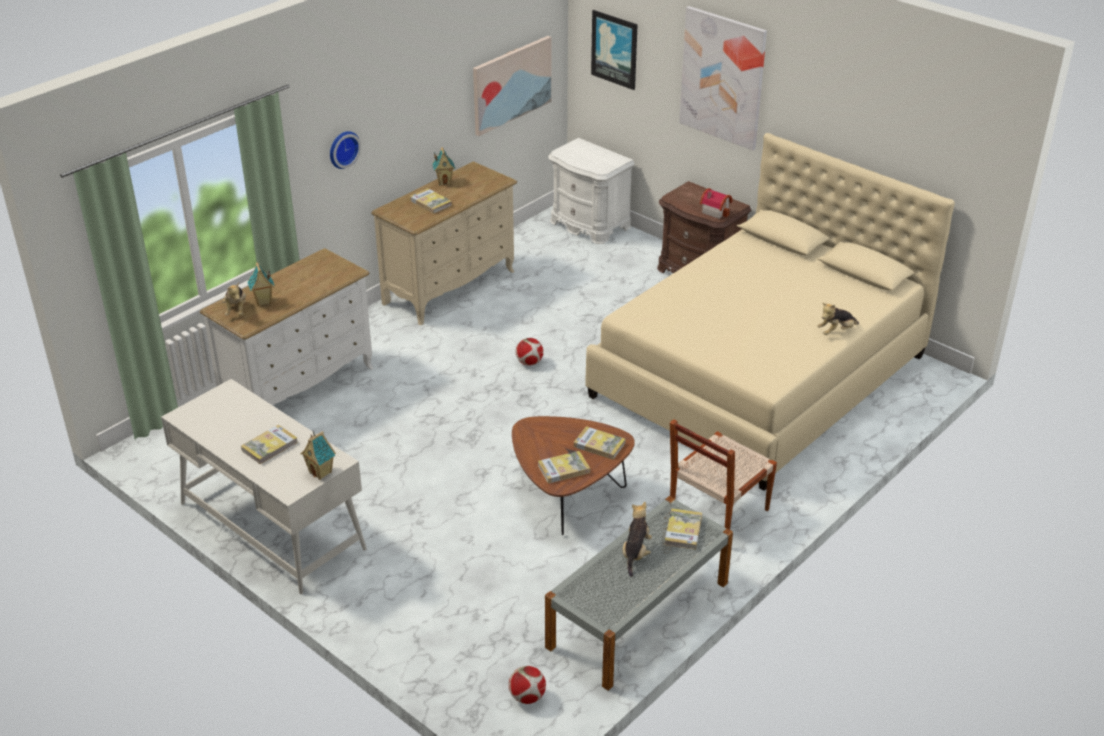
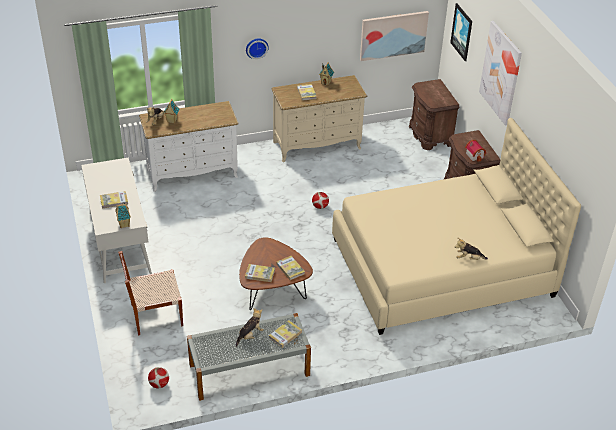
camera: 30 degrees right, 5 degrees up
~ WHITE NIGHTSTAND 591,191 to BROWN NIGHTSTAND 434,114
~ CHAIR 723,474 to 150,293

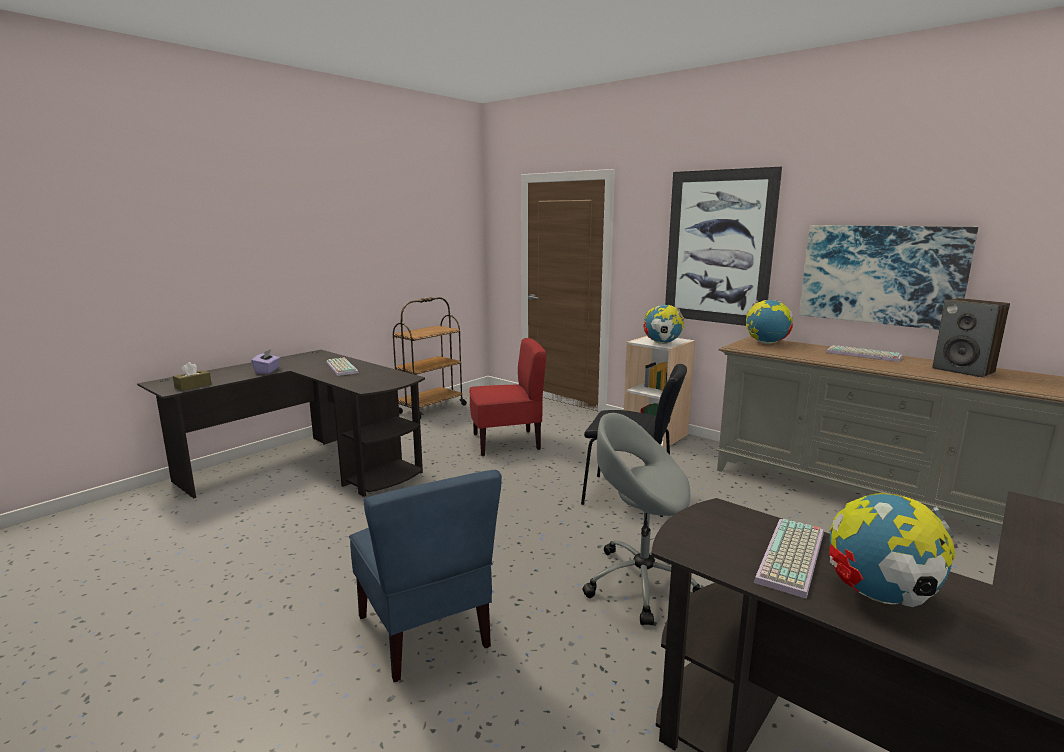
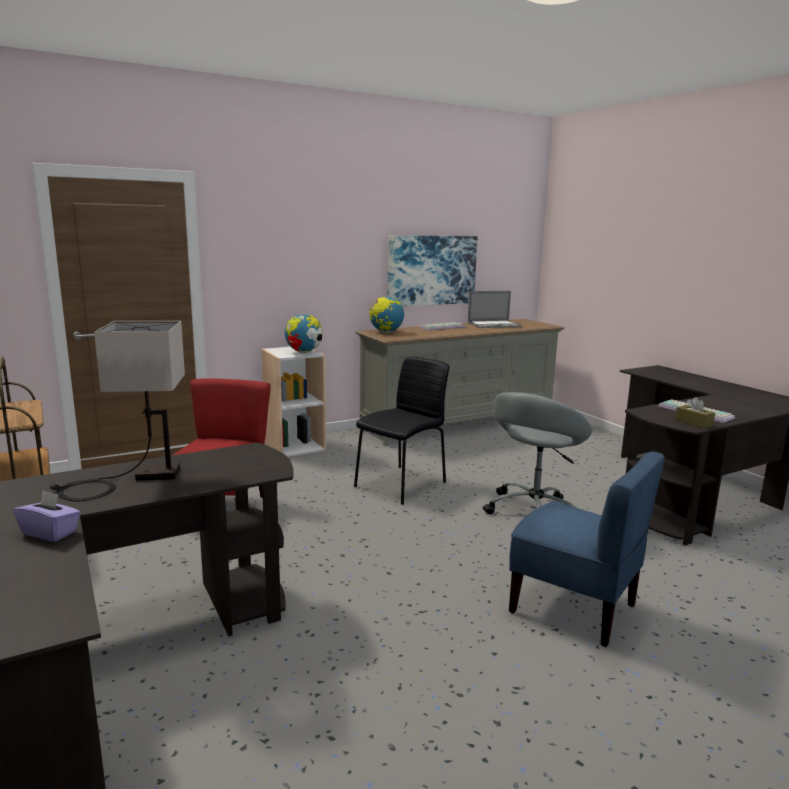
camera: 70 degrees left, 0 degrees up
~ BROWN TISSUE BOX 192,376 to 695,412
~ KEYBOARD 342,367 to TABLE LAMP 117,411
~ BLUE CHAIR 425,576 = 587,549 45 degrees clockwise
- PICTURE 723,246
- GLOBE 893,550
~ SPEAKER 971,338 to LAPTOP 495,309

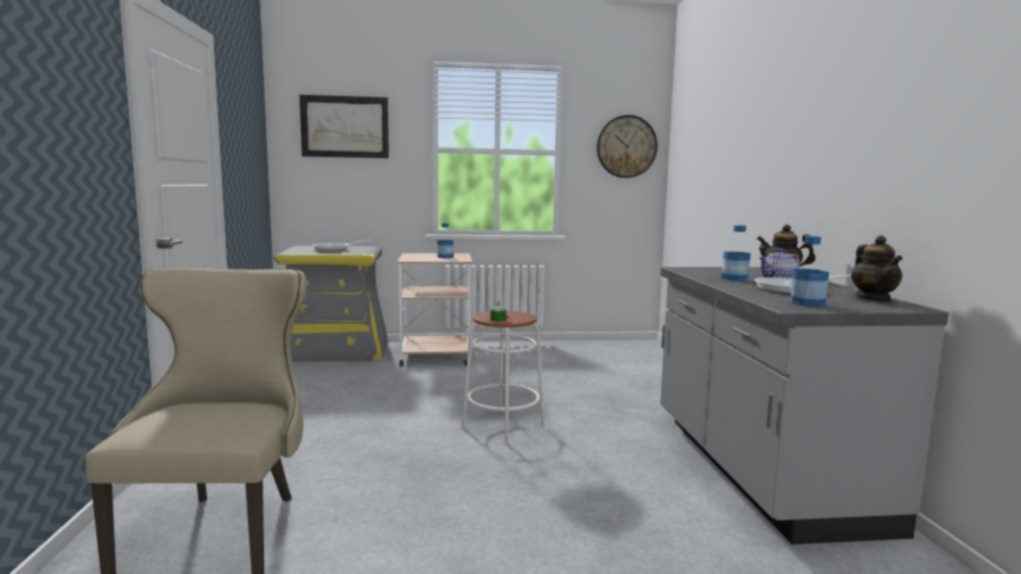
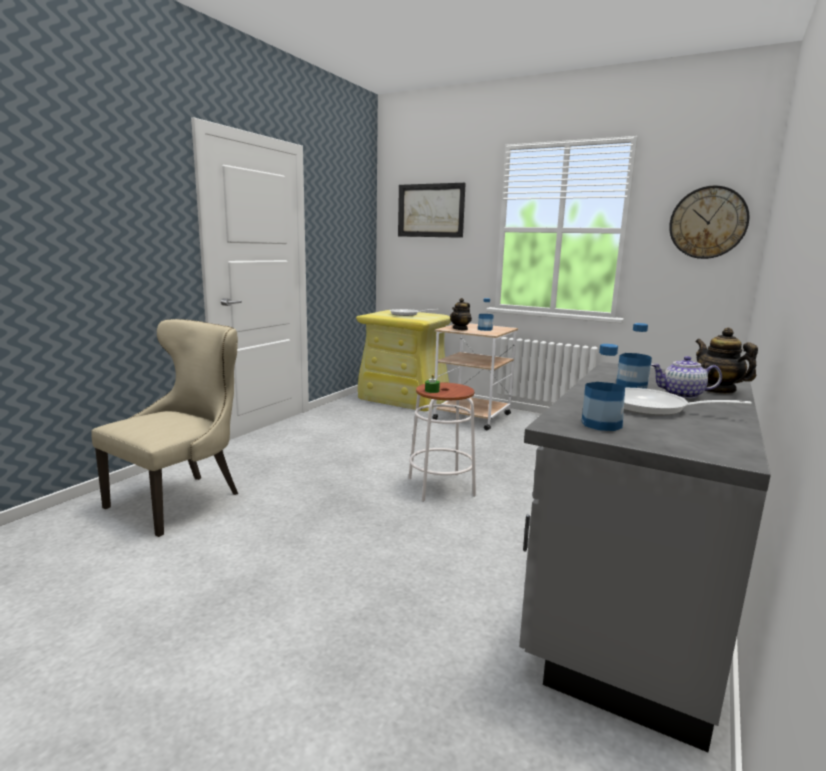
camera: 35 degrees right, 5 degrees up
~ GREY NIGHTSTAND 330,304 to YELLOW NIGHTSTAND 403,360
~ TEAPOT 876,268 to 461,314

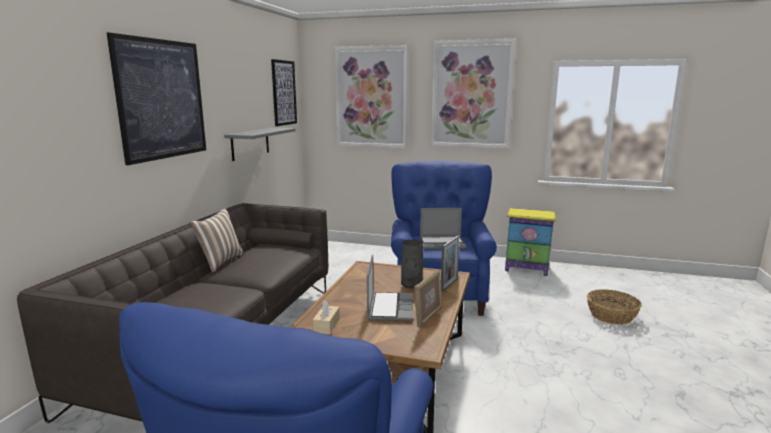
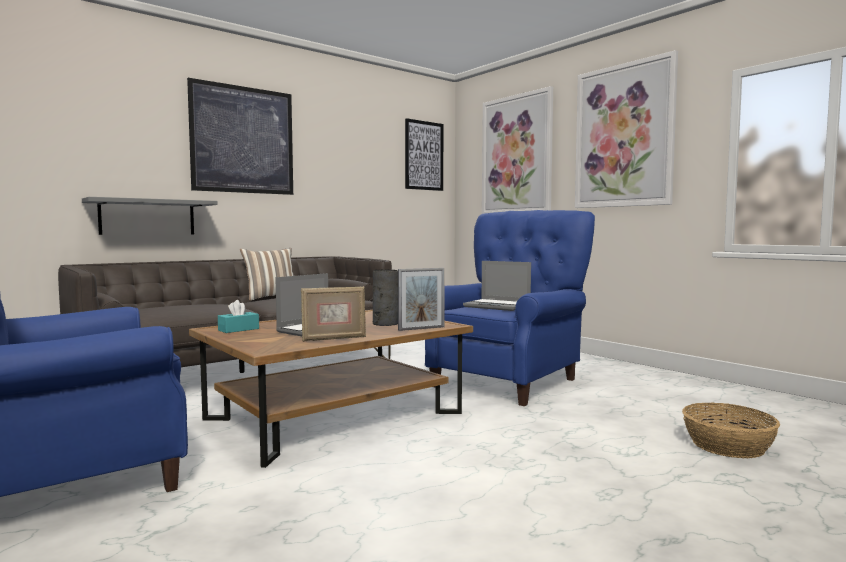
camera: 35 degrees right, 10 degrees down
~ GREY SHELF 260,144 to 150,216
~ BEIGE TISSUE BOX 326,317 to TURQUOISE TISSUE BOX 238,316
- NIGHTSTAND 530,242

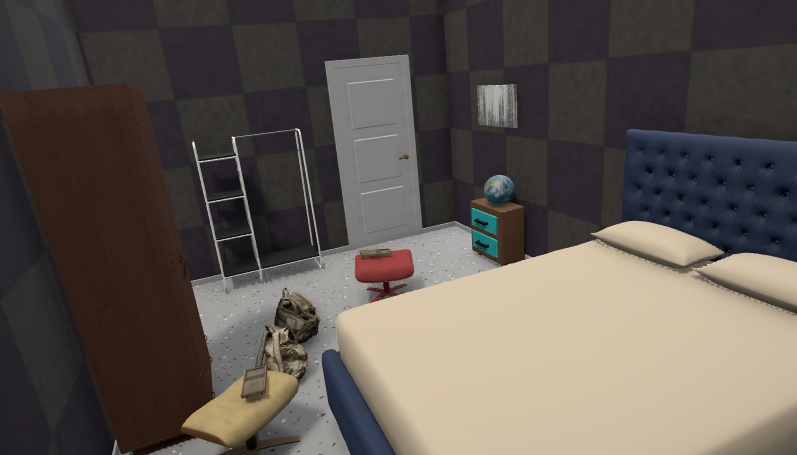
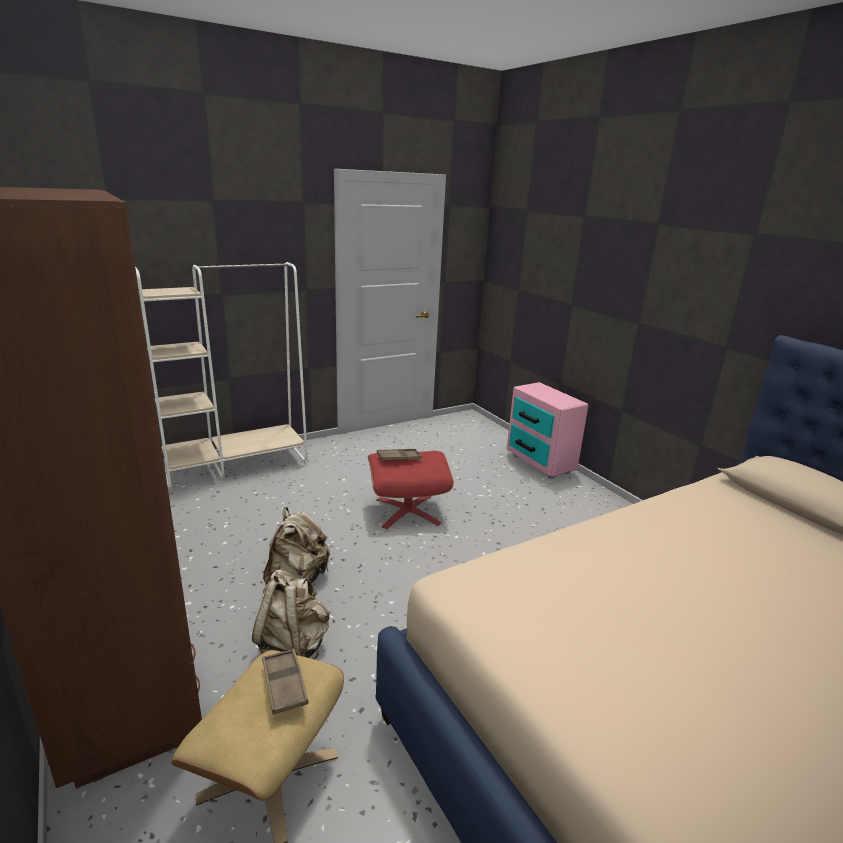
camera: 10 degrees left, 5 degrees up
~ BLACK CLOTHES RACK 257,210 to BEIGE CLOTHES RACK 221,375
~ BROWN NIGHTSTAND 497,232 to PINK NIGHTSTAND 547,430
- PICTURE 497,106
- GLOBE 499,190

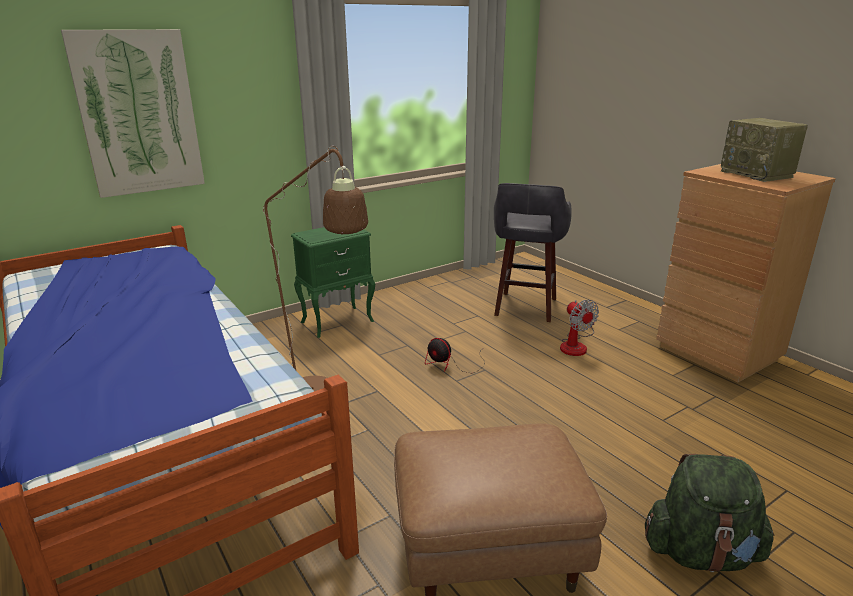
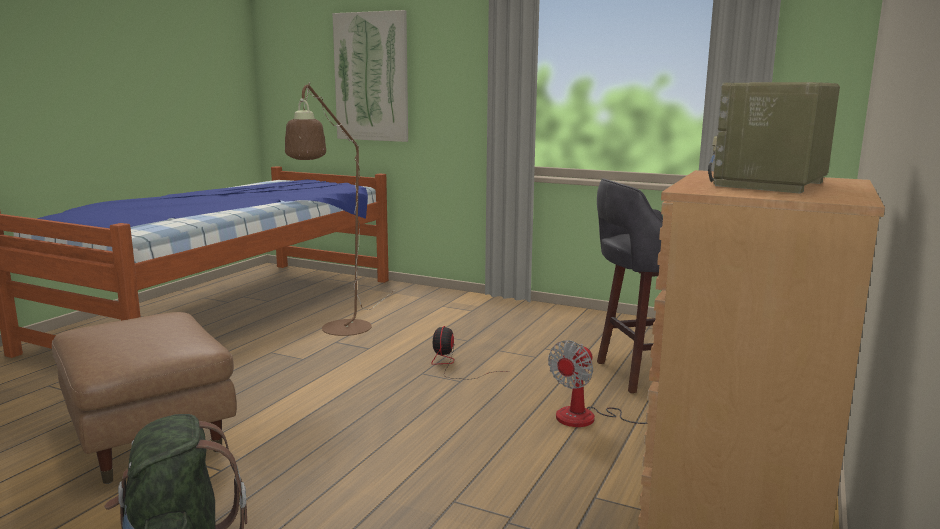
camera: 60 degrees right, 10 degrees down
- GREEN NIGHTSTAND 333,282

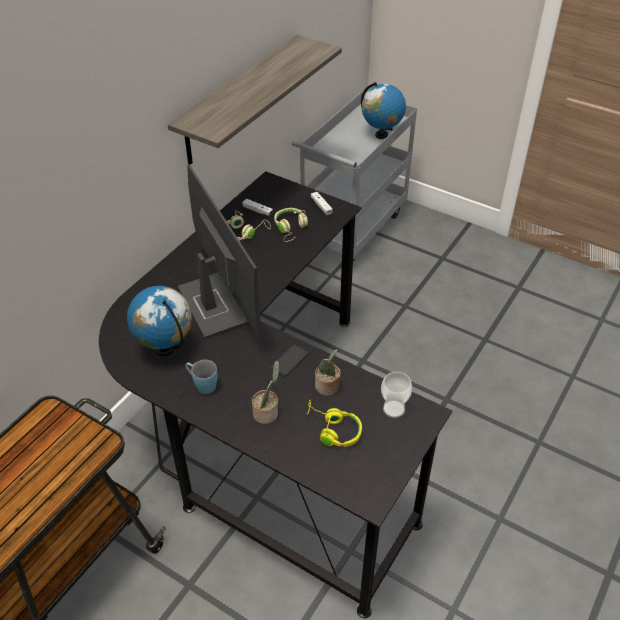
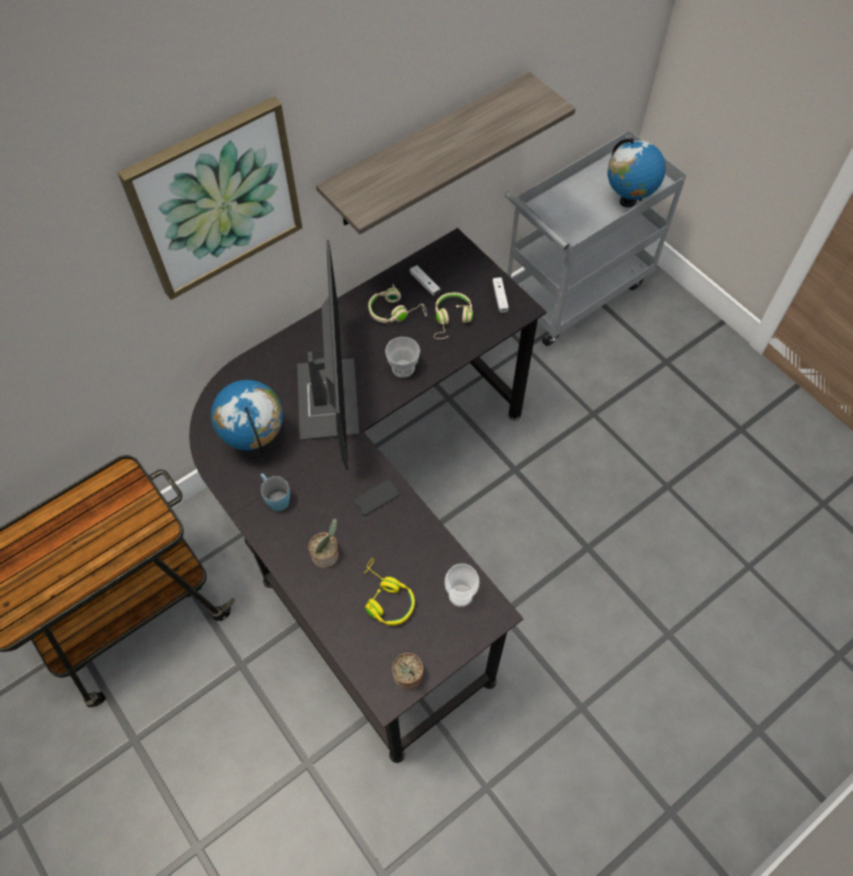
camera: 20 degrees right, 15 degrees up
~ POTTED PLANT 328,372 to 407,671
+ PICTURE 210,198
+ CUP 402,357

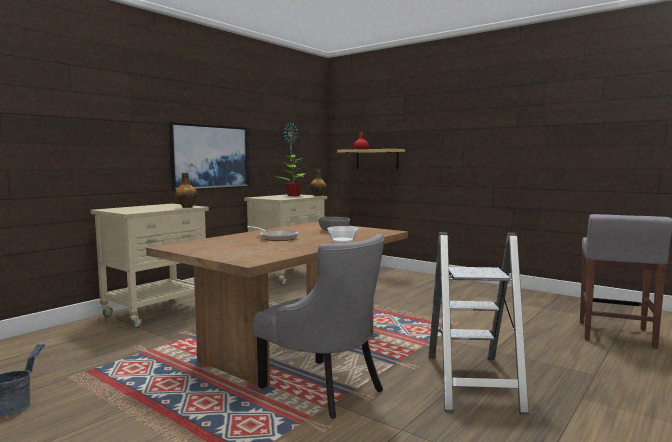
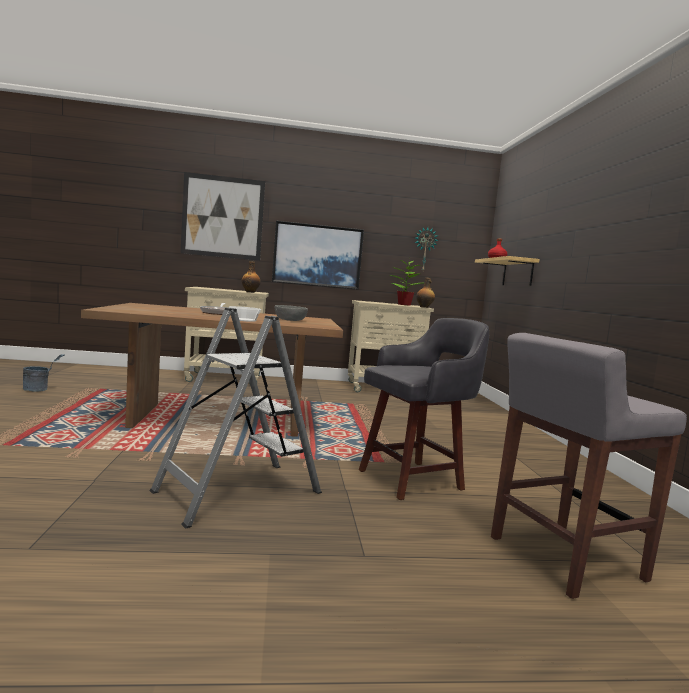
camera: 45 degrees right, 0 degrees up
- GREY CHAIR 318,326
+ PICTURE 222,216
+ GREY STOOL 424,409

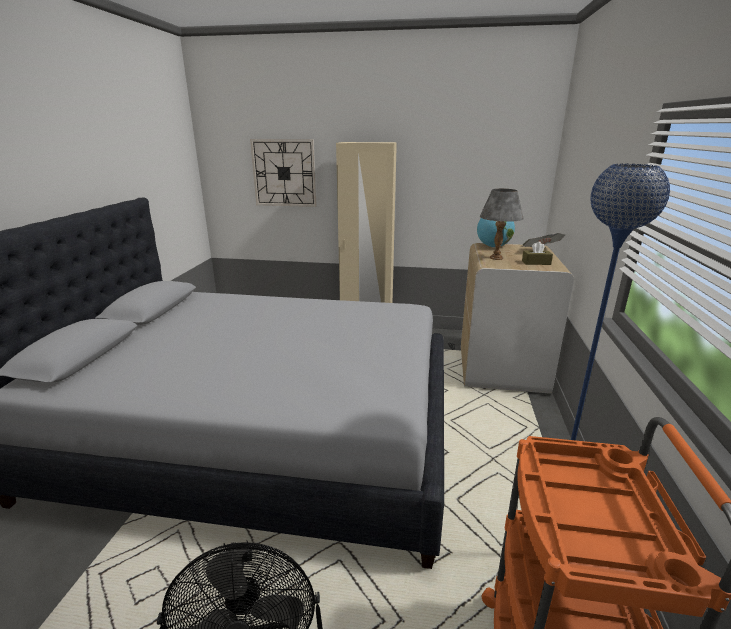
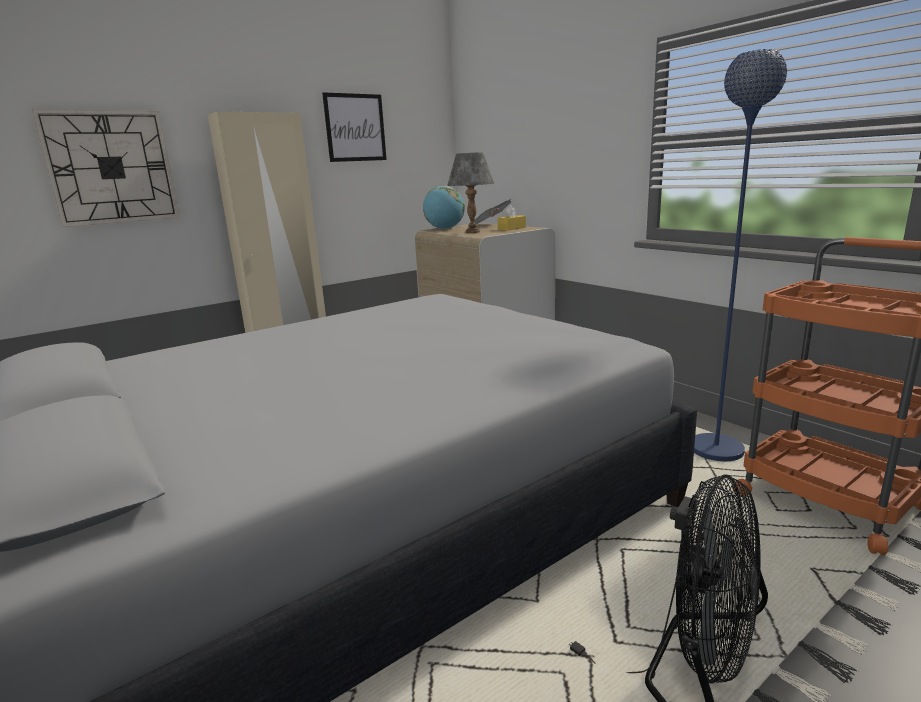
camera: 45 degrees left, 5 degrees down
~ BROWN TISSUE BOX 537,253 to YELLOW TISSUE BOX 512,217
+ PICTURE 354,127

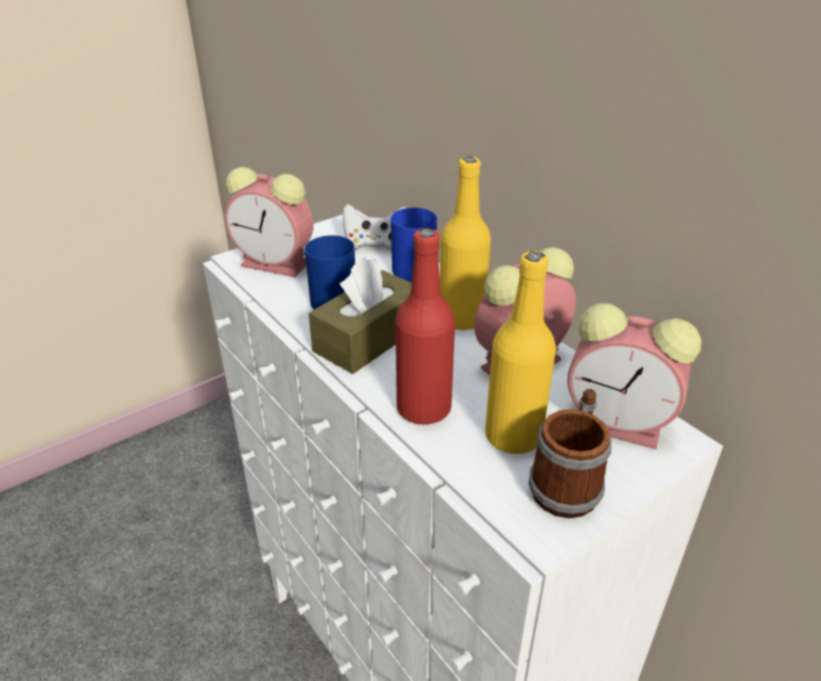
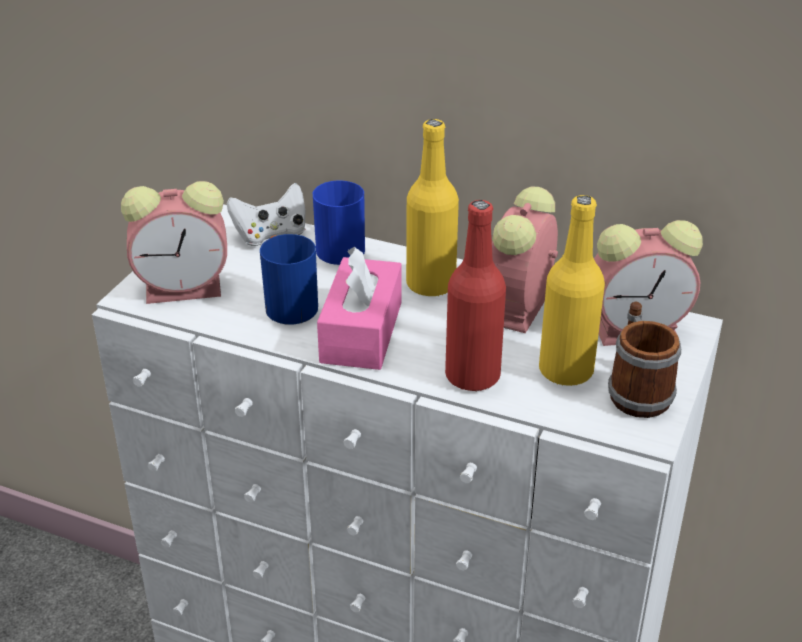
camera: 30 degrees left, 0 degrees up
~ BROWN TISSUE BOX 360,315 to PINK TISSUE BOX 359,308

